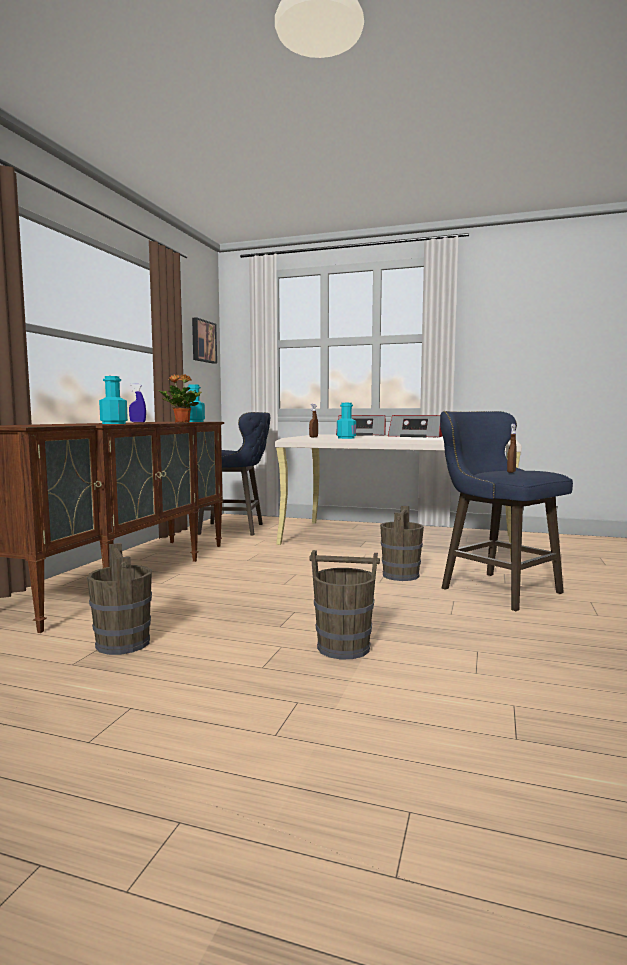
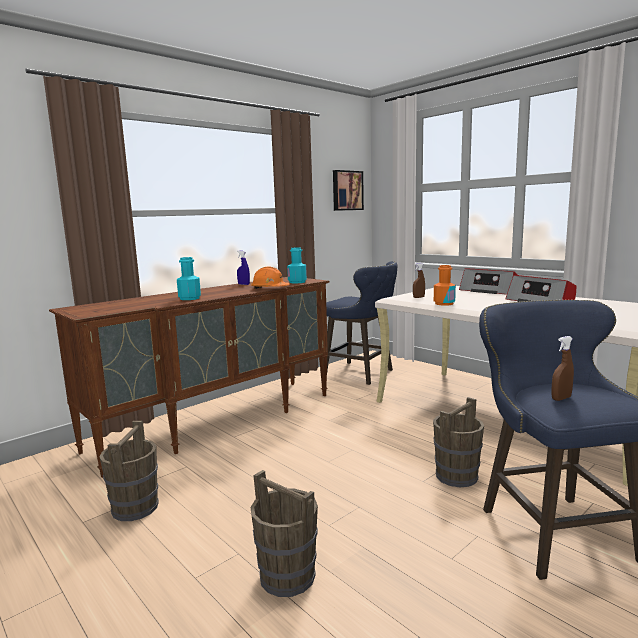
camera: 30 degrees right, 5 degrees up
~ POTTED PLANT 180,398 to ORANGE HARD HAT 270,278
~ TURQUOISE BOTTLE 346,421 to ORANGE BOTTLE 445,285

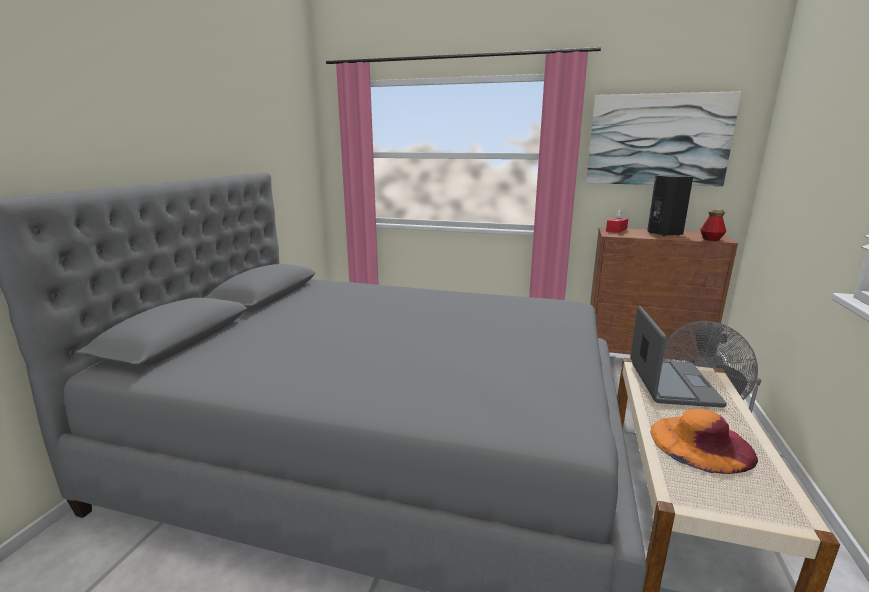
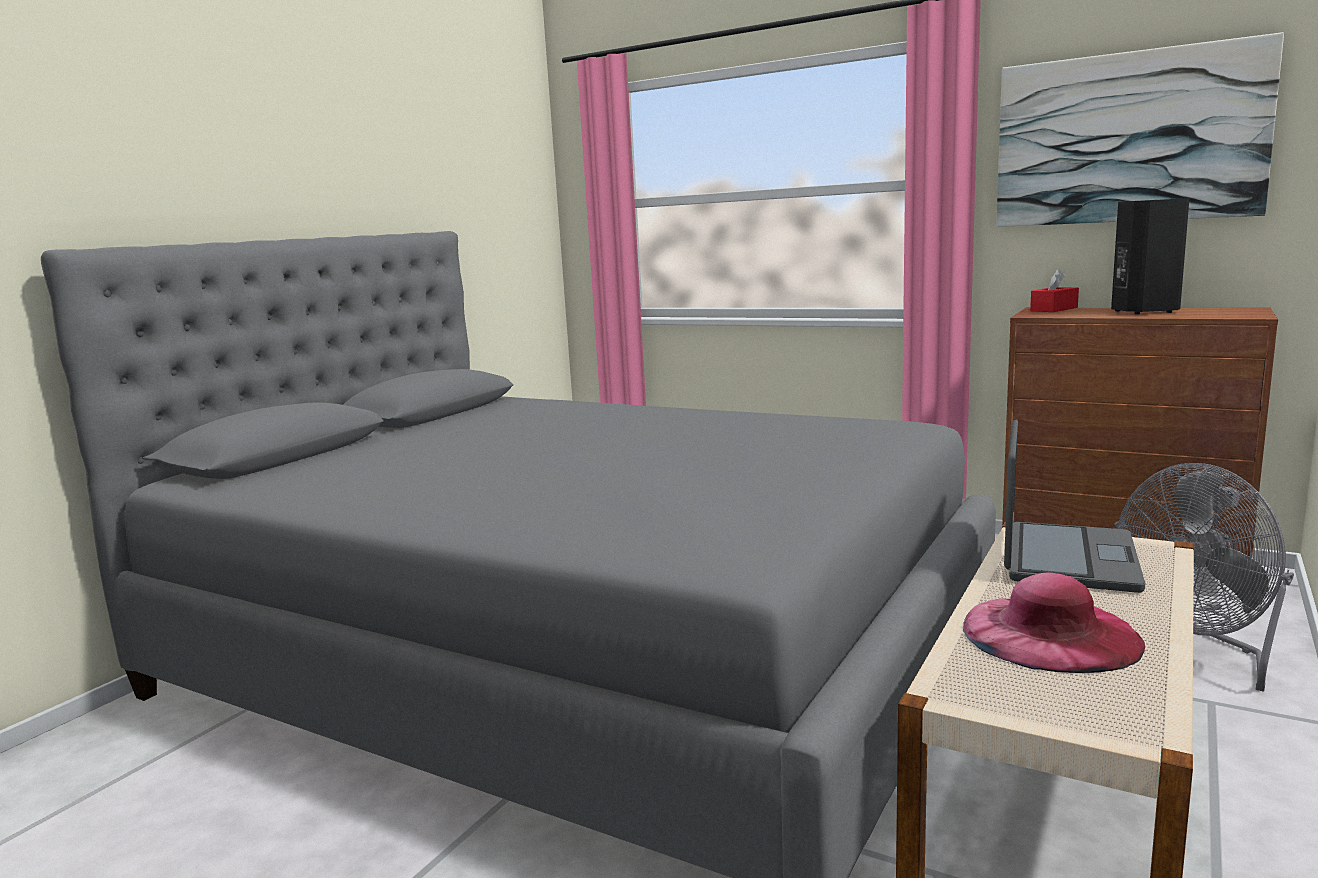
camera: 15 degrees right, 5 degrees down
~ ORANGE HAT 704,441 to PINK HAT 1054,622
- BOTTLE 713,225

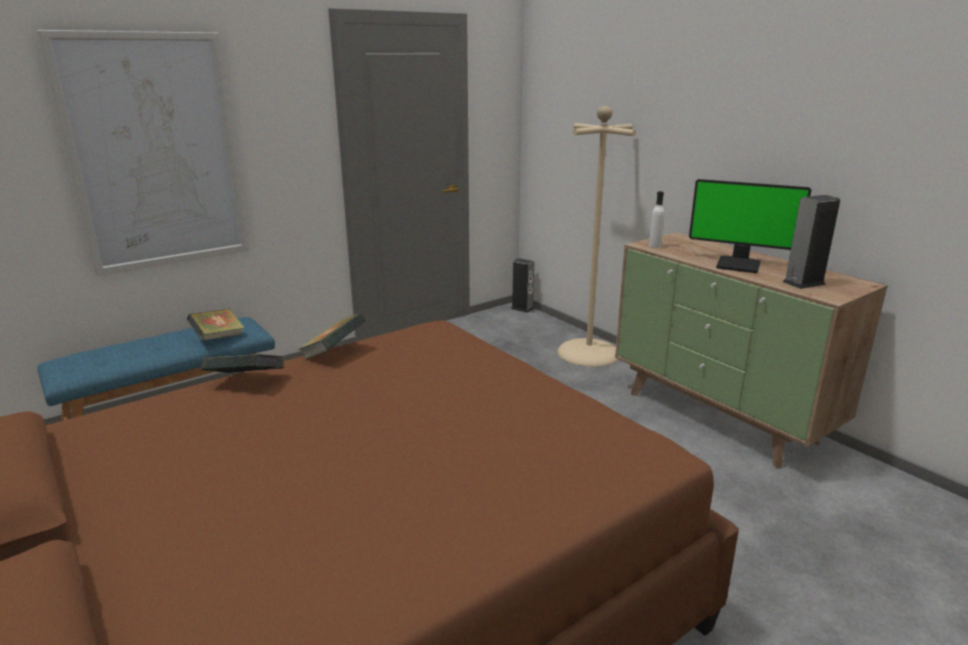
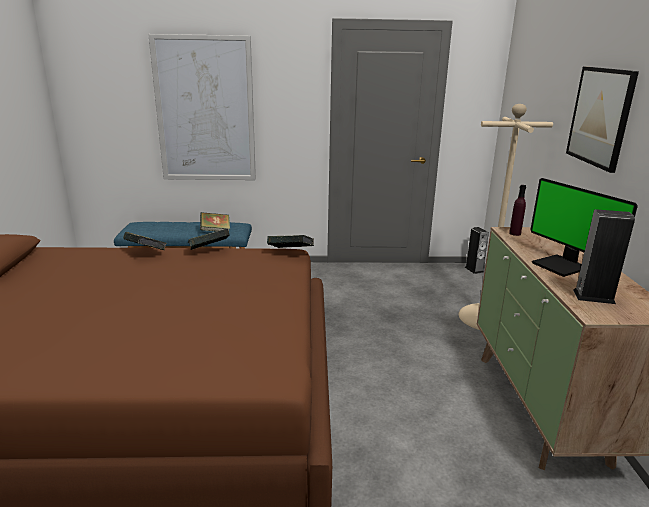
camera: 35 degrees right, 0 degrees up
~ WHITE BOTTLE 657,219 to PURPLE BOTTLE 517,210
+ BOOK 290,241
+ PICTURE 602,120

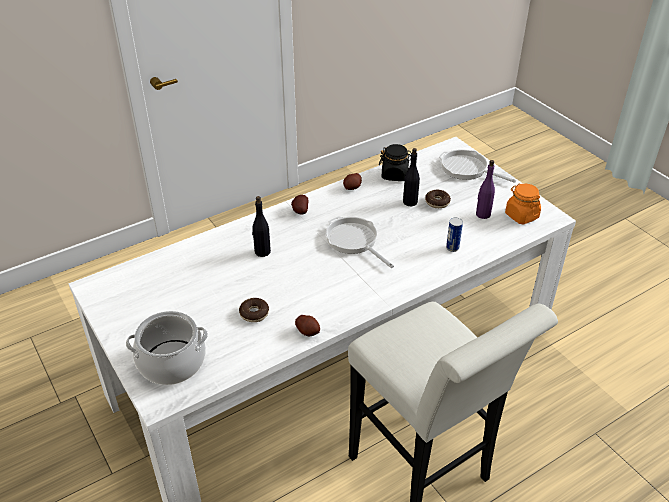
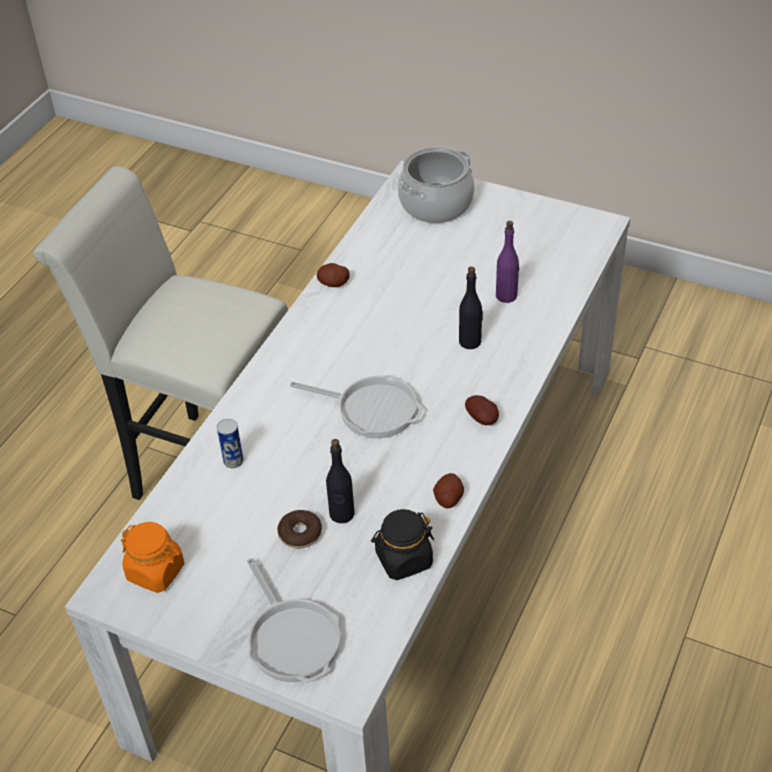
camera: 150 degrees right, 5 degrees up
- DONUT 254,310
~ FRYING PAN 477,166 = 293,620 60 degrees clockwise
~ PURPLE BOTTLE 485,189 to 507,262

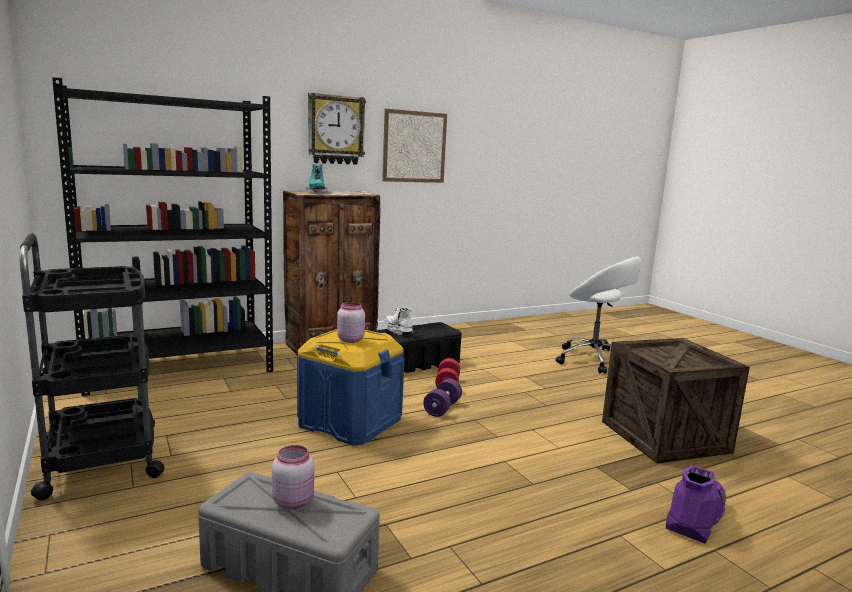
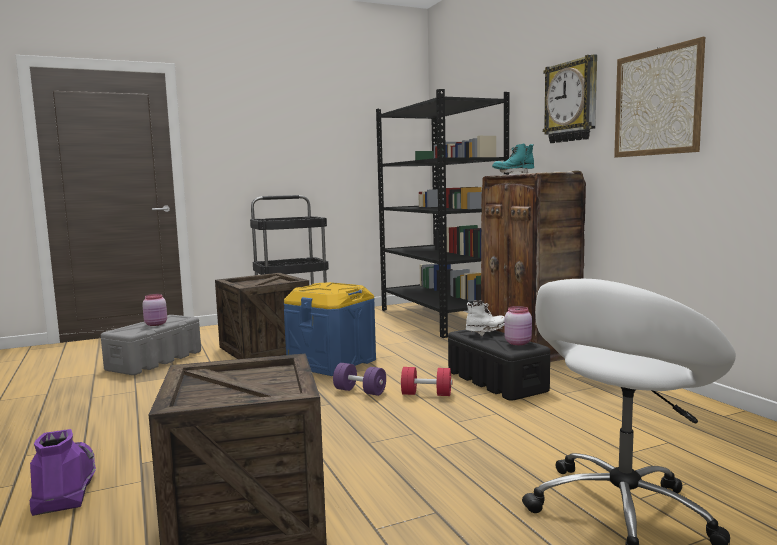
camera: 95 degrees right, 5 degrees down
~ PINK JAR 351,322 to 518,325
~ PURPLE BOOT 696,504 = 63,472 150 degrees counterclockwise
+ CRATE 262,316

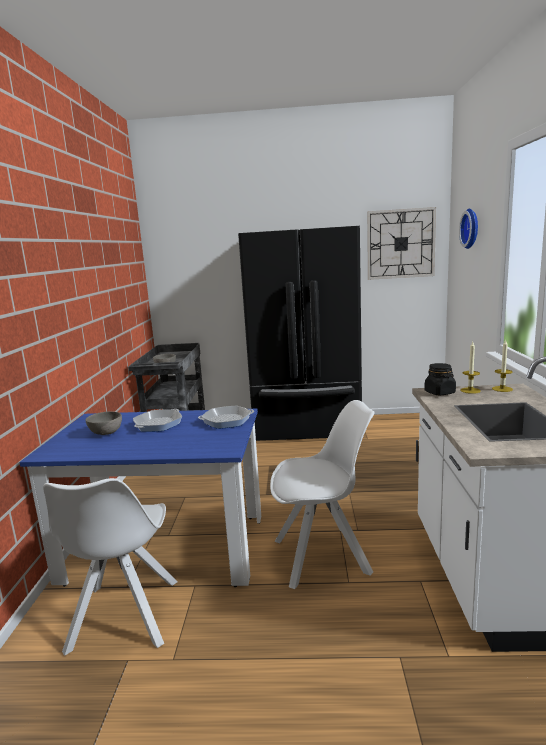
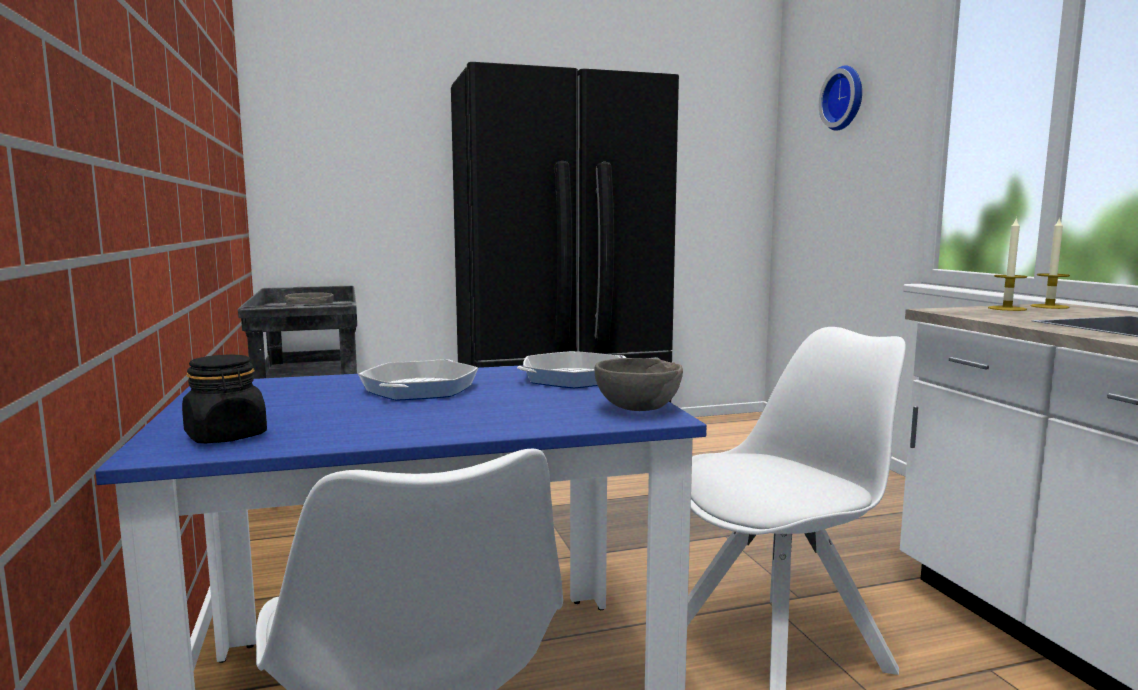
camera: 20 degrees left, 5 degrees down
~ GREY BOWL 103,423 to 638,384
- WALL CLOCK 401,243
~ BLACK JAR 440,379 to 224,398

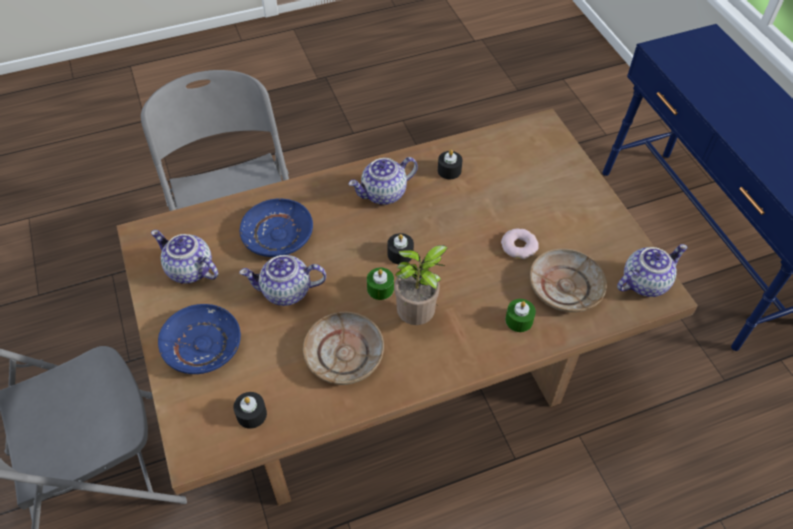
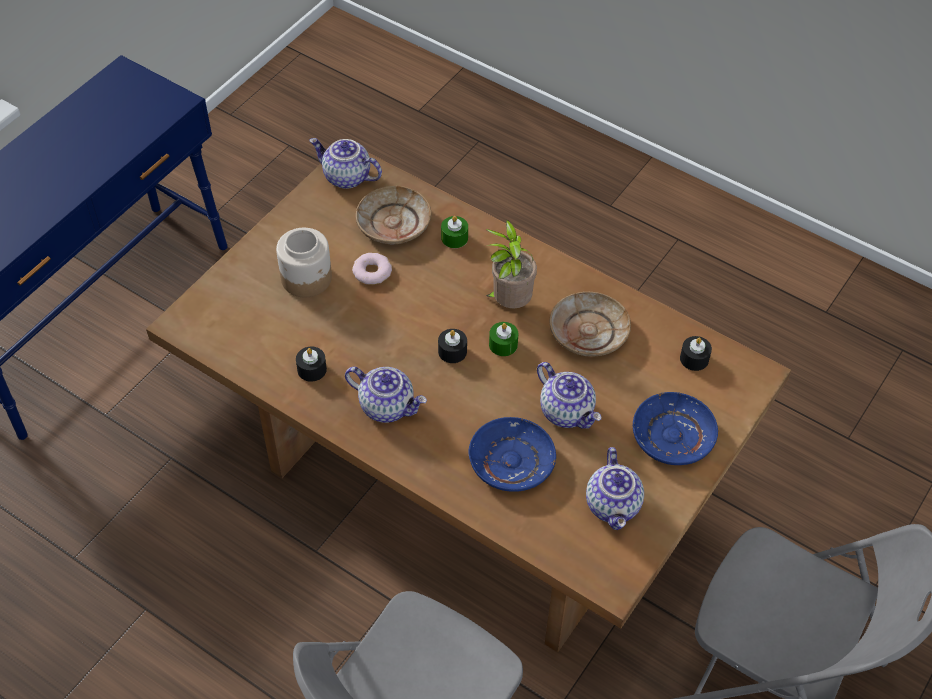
camera: 125 degrees left, 0 degrees up
+ JAR 304,262

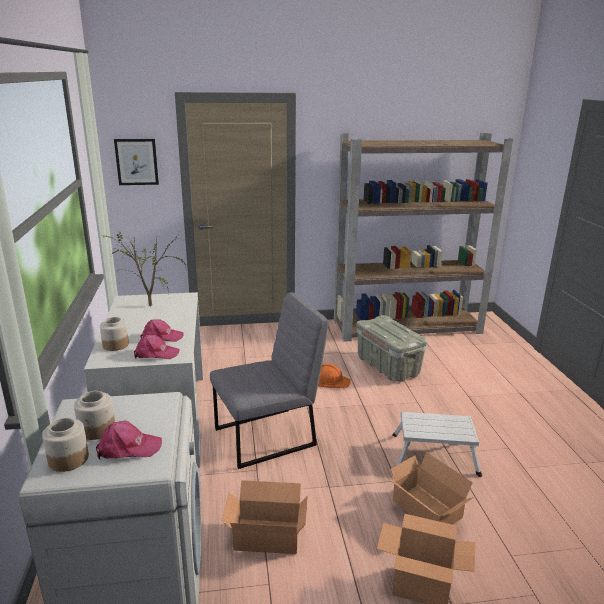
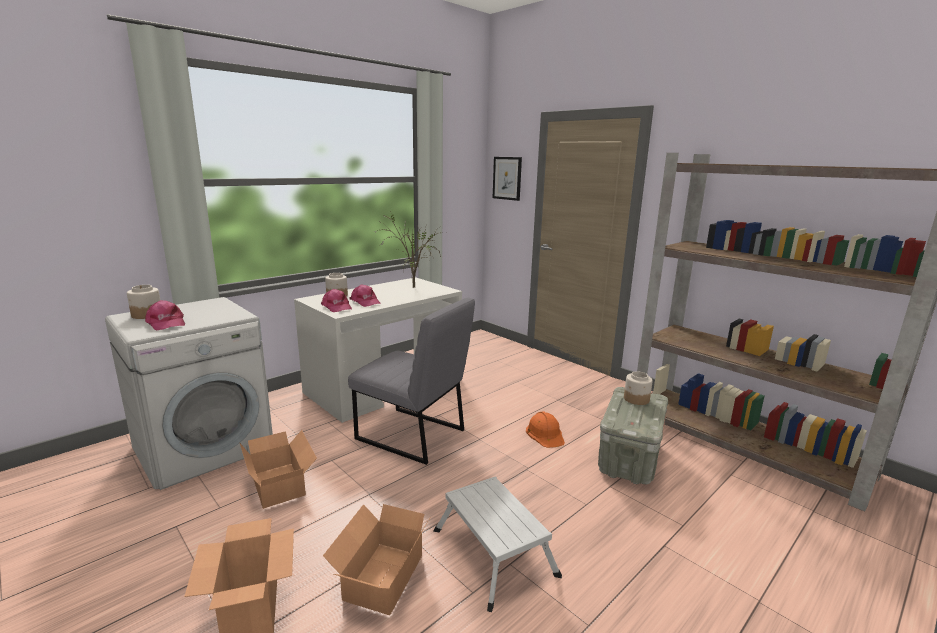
camera: 55 degrees right, 5 degrees down
~ JAR 94,415 to 638,388

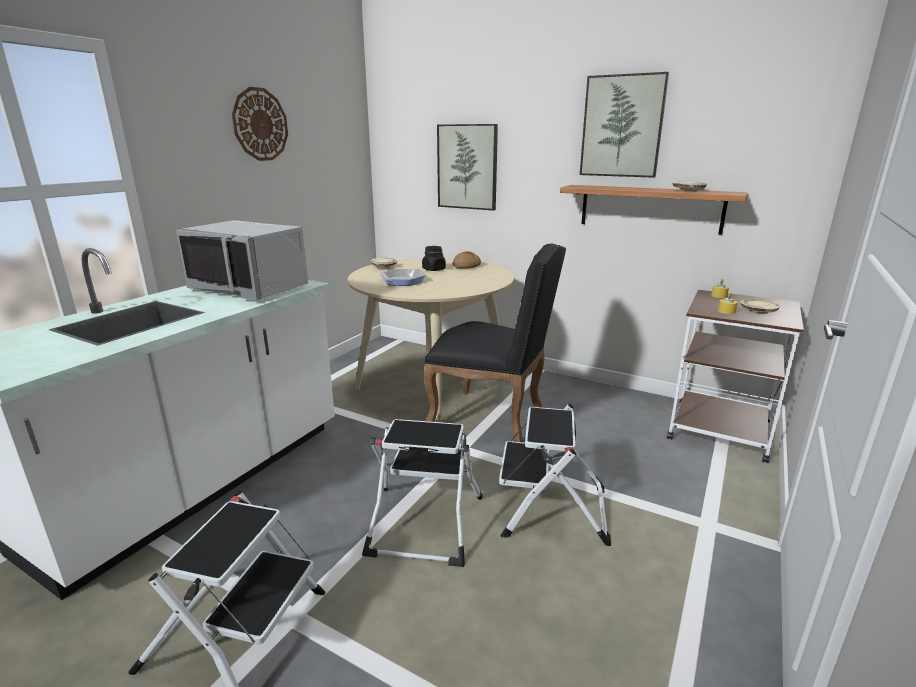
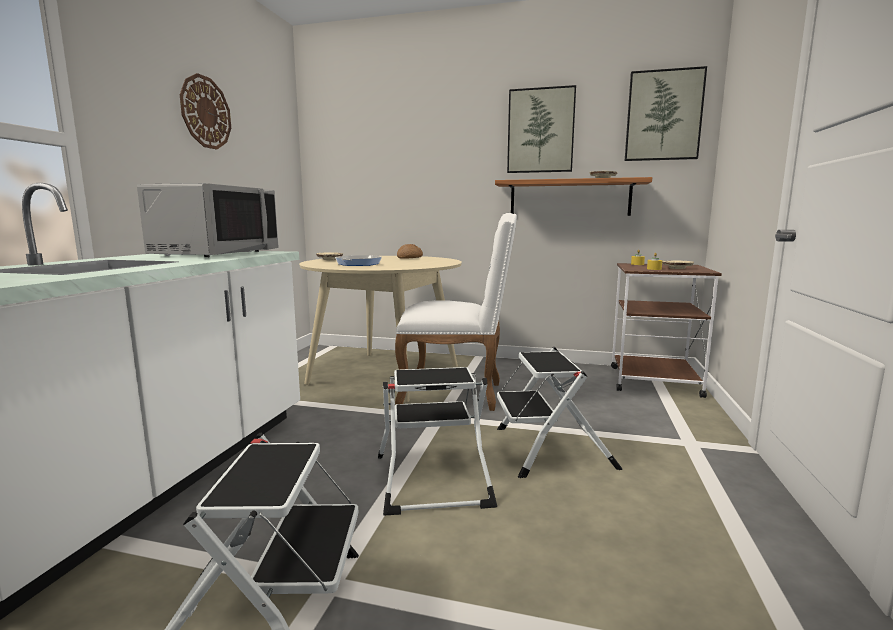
camera: 15 degrees left, 10 degrees down
~ GREY MICROWAVE 242,260 = 208,220 90 degrees counterclockwise
- BLACK JAR 434,258
~ BLACK CHAIR 495,343 to WHITE CHAIR 456,312
~ PICTURE 467,167 to 666,113

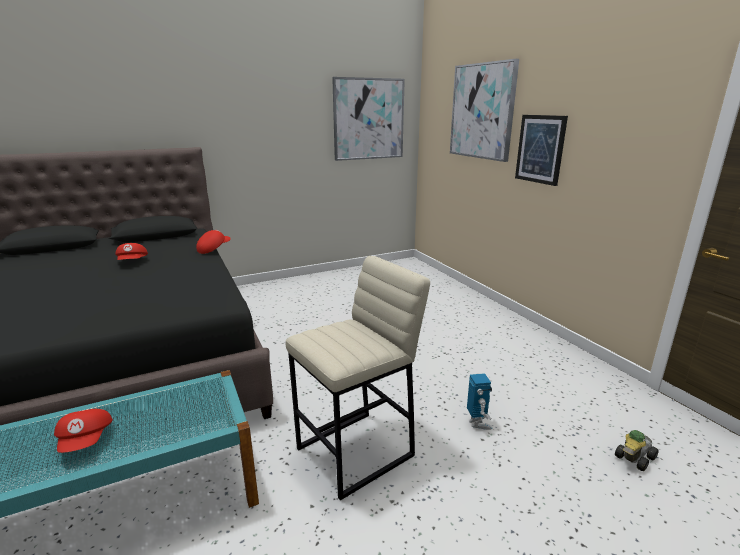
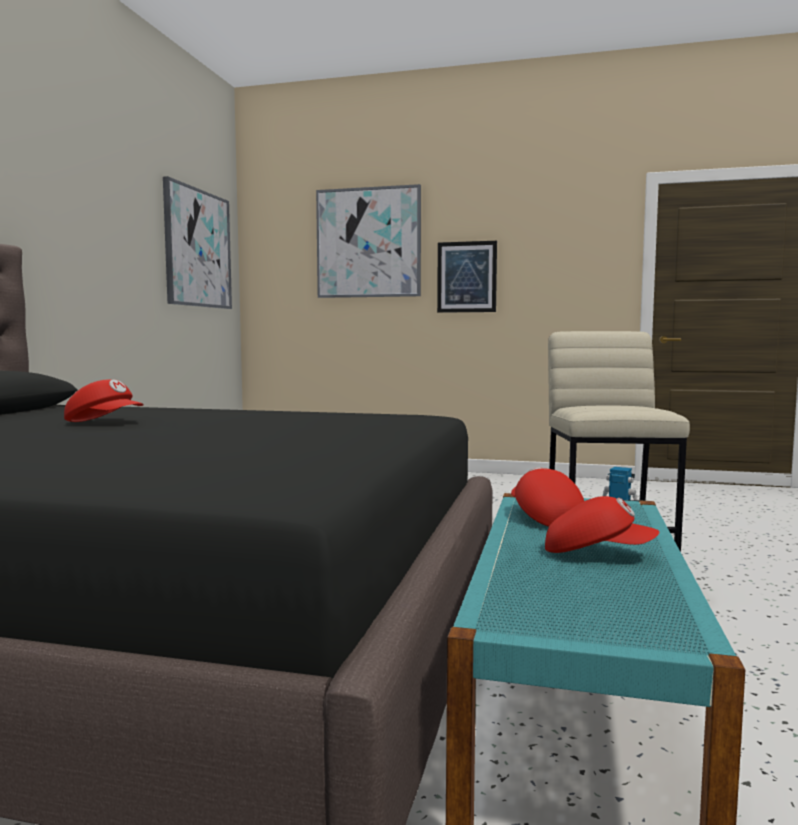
camera: 50 degrees left, 15 degrees down
~ RED CAP 213,242 to 547,497
- TOY CAR 637,450

